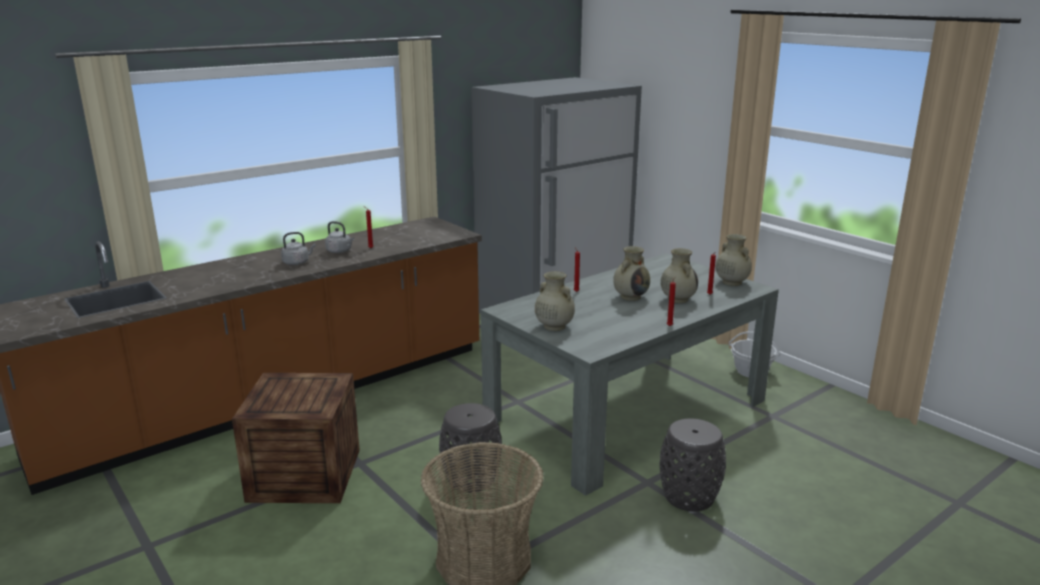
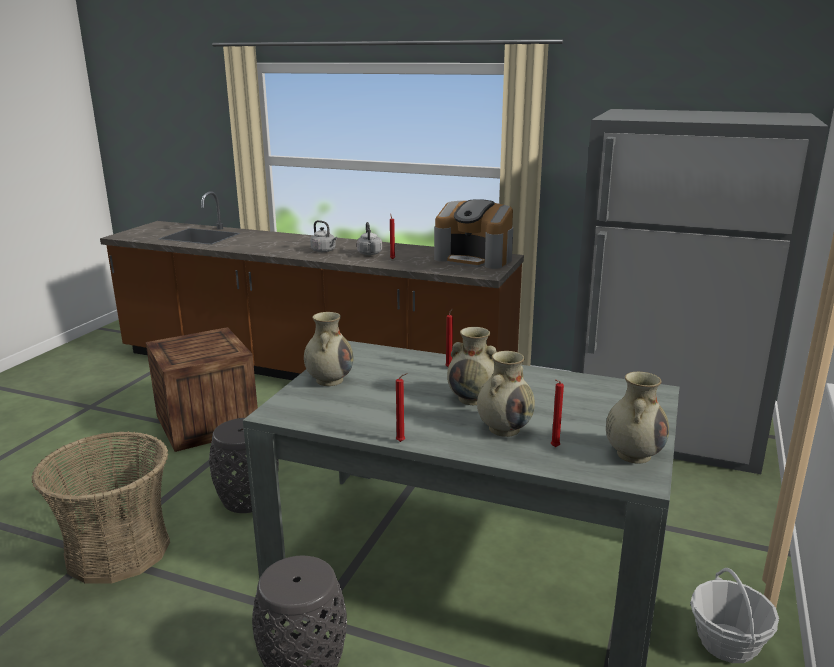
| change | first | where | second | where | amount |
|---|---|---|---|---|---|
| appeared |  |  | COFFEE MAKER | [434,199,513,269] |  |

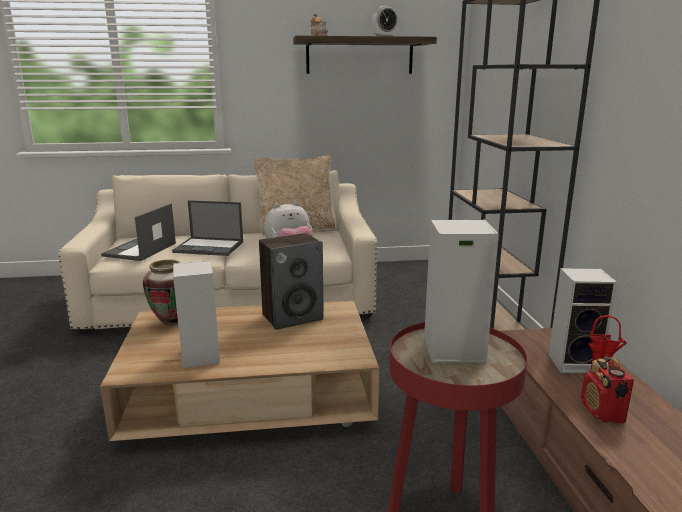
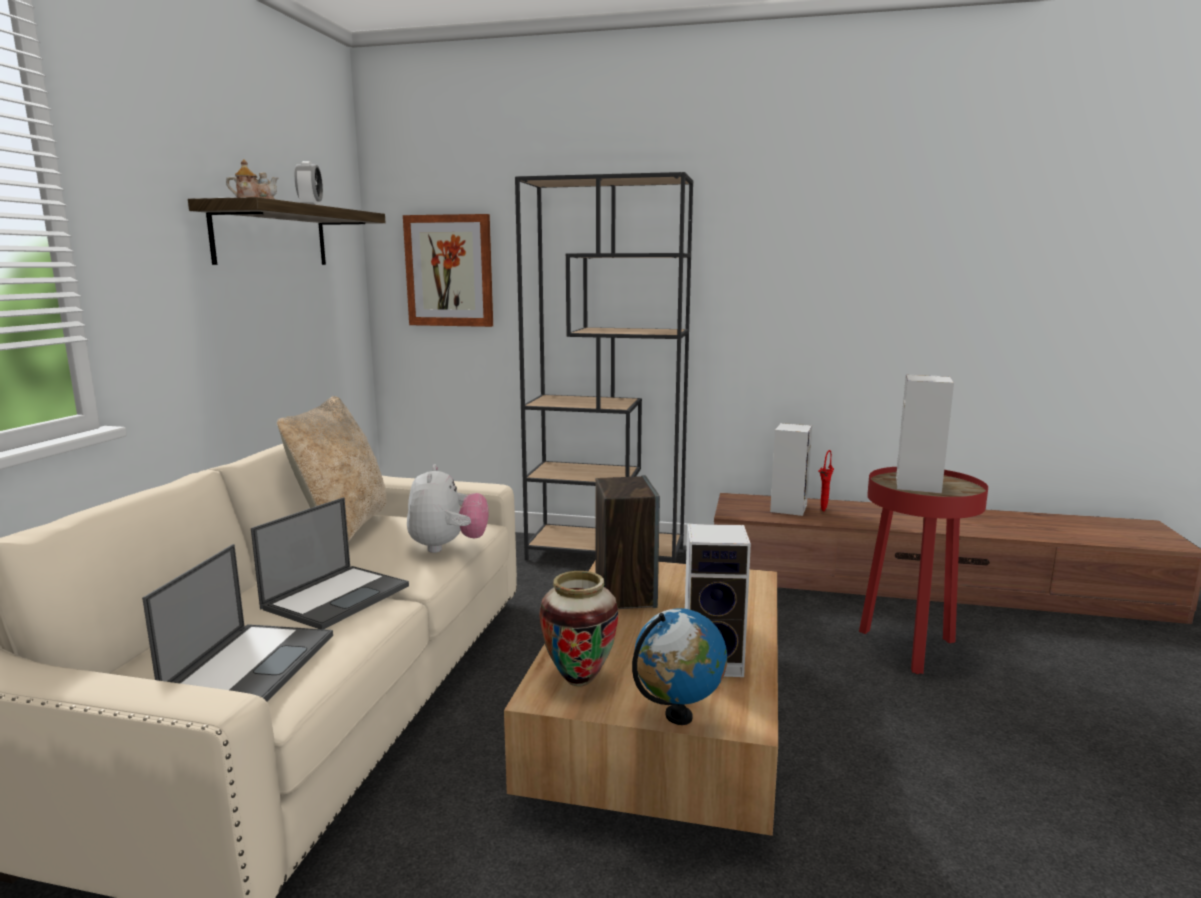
| change | first | where | second | where | amount |
|---|---|---|---|---|---|
| spun | LAPTOP | [101,203,176,261] |  | [142,544,333,701] | 120 degrees counterclockwise |
| missing | RADIO RECEIVER | [581,357,634,423] |  |  |  |
| appeared |  |  | WALL PICTURE | [403,214,493,327] |  |
| appeared |  |  | GLOBE | [632,608,727,725] |  |

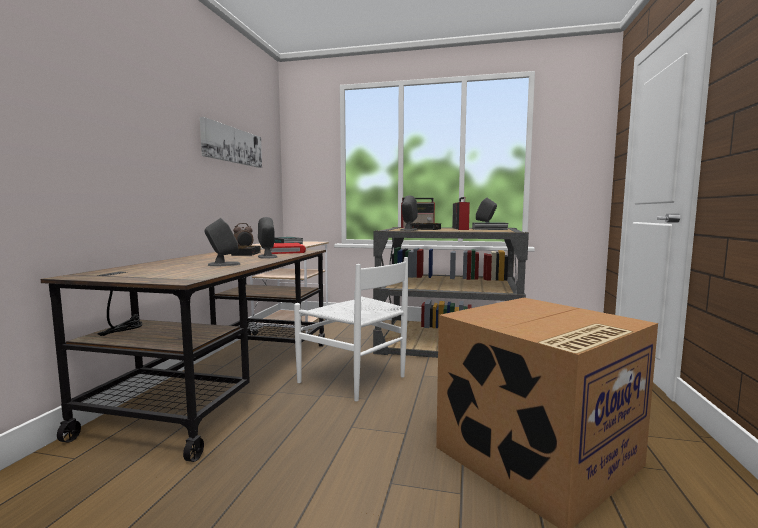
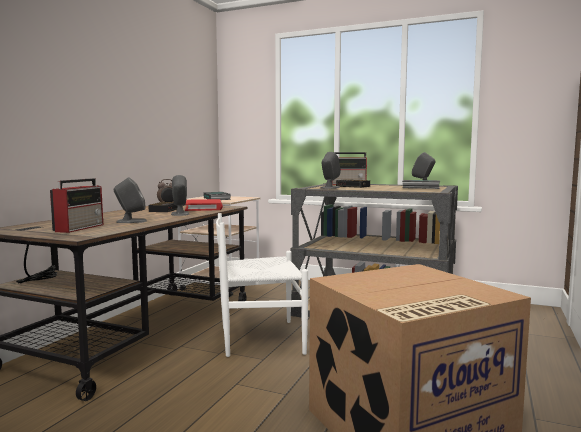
| change | first | where | second | where | amount |
|---|---|---|---|---|---|
| missing | WALL PICTURE | [200,117,262,168] |  |  |  |
| relocated | RADIO RECEIVER | [452,197,470,230] |  | [50,178,103,233] |  |
| spun | WHITISH PLAIN CHAIR | [294,257,408,402] |  | [216,213,308,357] | 120 degrees clockwise |

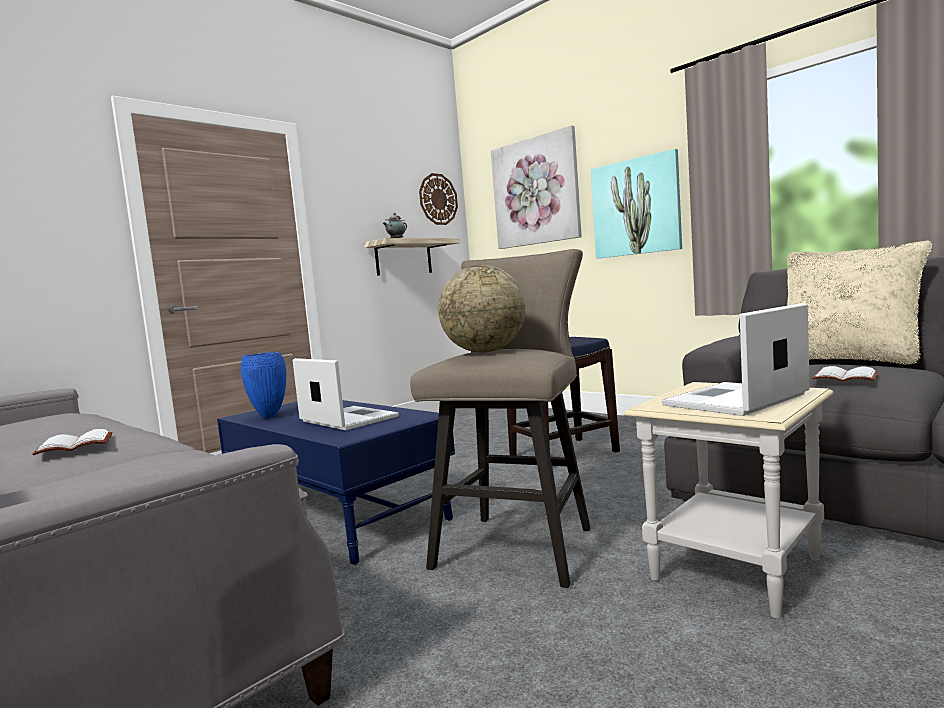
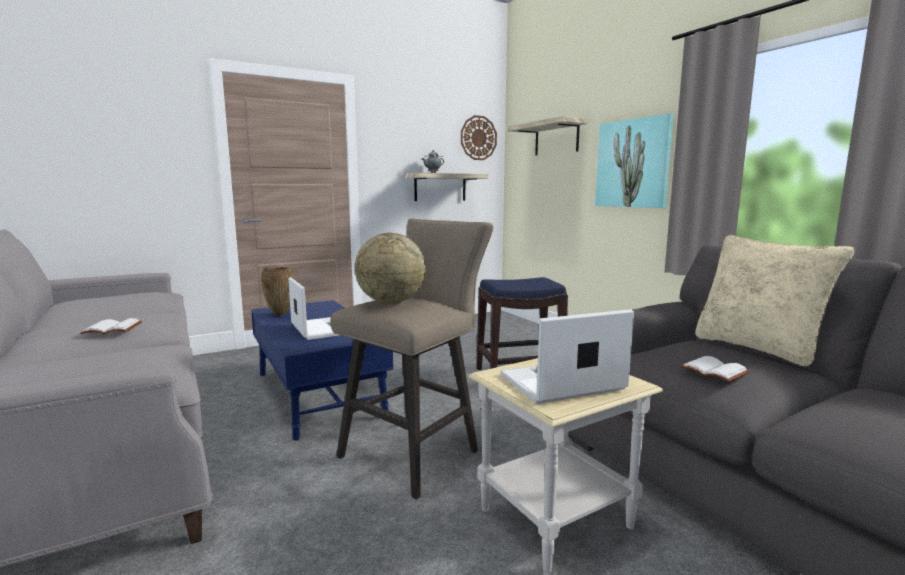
| change | first | where | second | where | amount |
|---|---|---|---|---|---|
| exchanged | WALL PICTURE | [491,125,582,249] | BRACKET SHELF | [507,116,588,155] |  |
| colour | BLUE VASE | [241,352,286,419] | BROWN VASE | [261,266,295,316] |  |

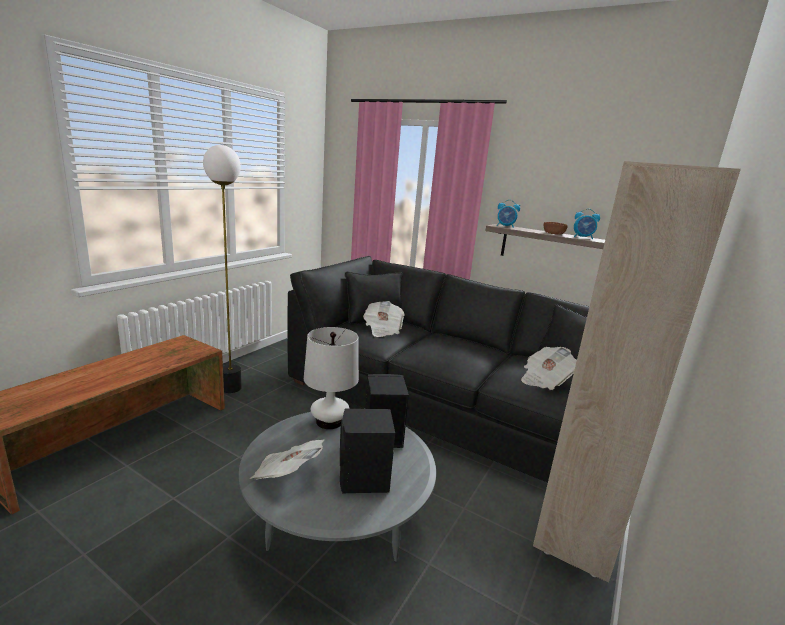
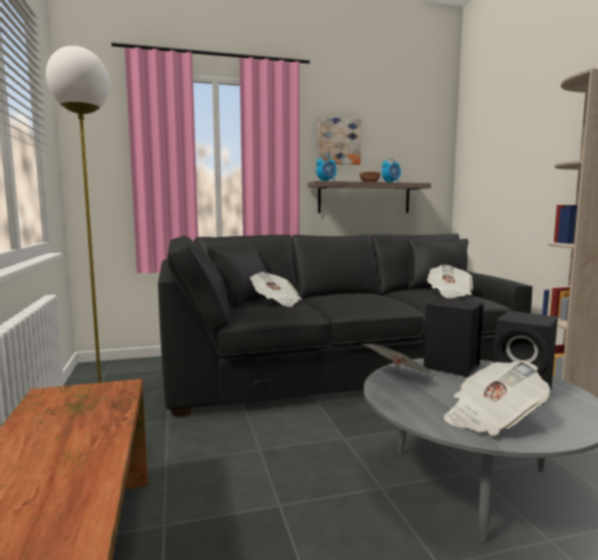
| change | first | where | second | where | amount |
|---|---|---|---|---|---|
| exchanged | WHITISH LAMP FOR A TABLE | [304,327,359,429] | NEWSPAPER | [361,344,431,373] |  |
| appeared |  |  | WALL PICTURE | [318,117,361,165] |  |

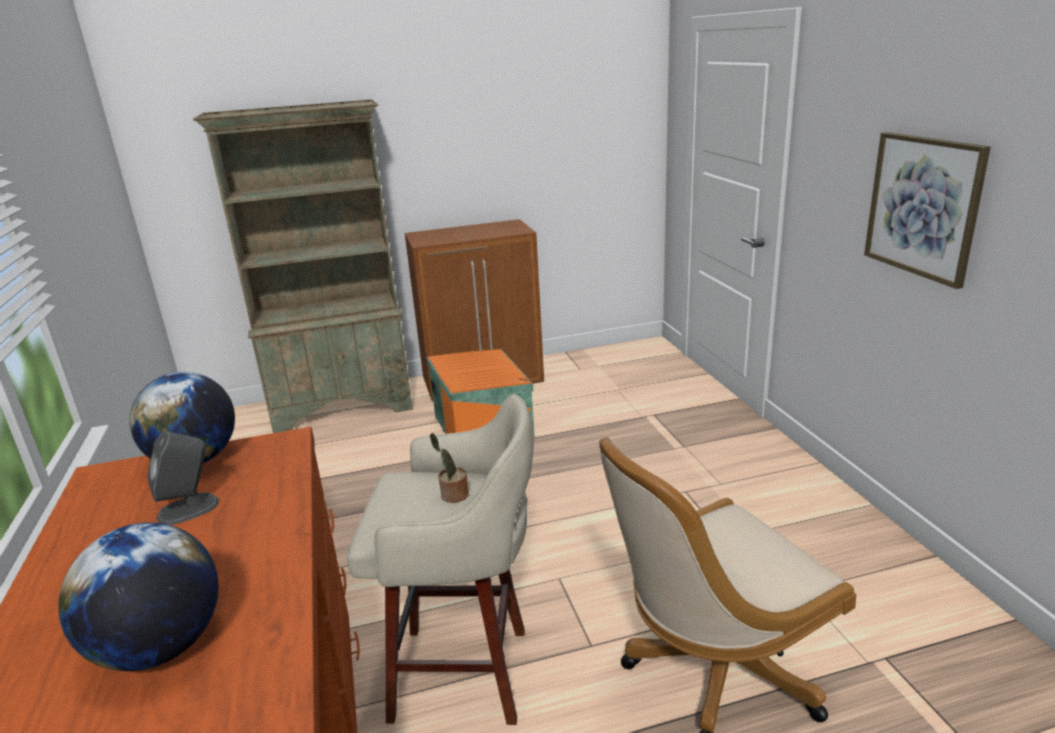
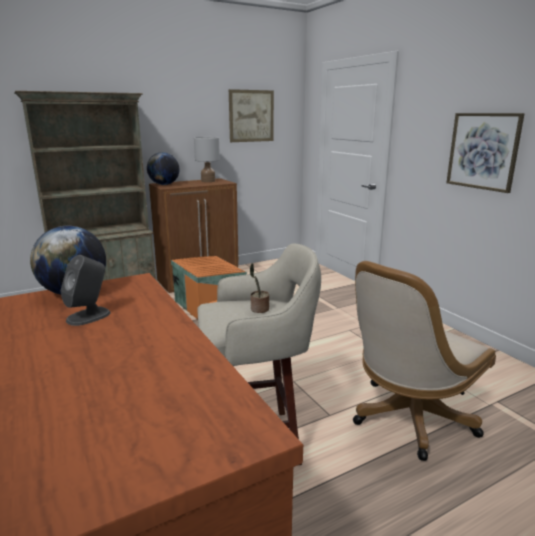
| change | first | where | second | where | amount |
|---|---|---|---|---|---|
| relocated | GLOBE | [58,523,219,671] |  | [147,152,179,185] |  |
| appeared |  |  | WALL PICTURE | [229,89,274,142] |  |
| appeared |  |  | GREYISH LAMP FOR A TABLE | [194,137,220,182] |  |

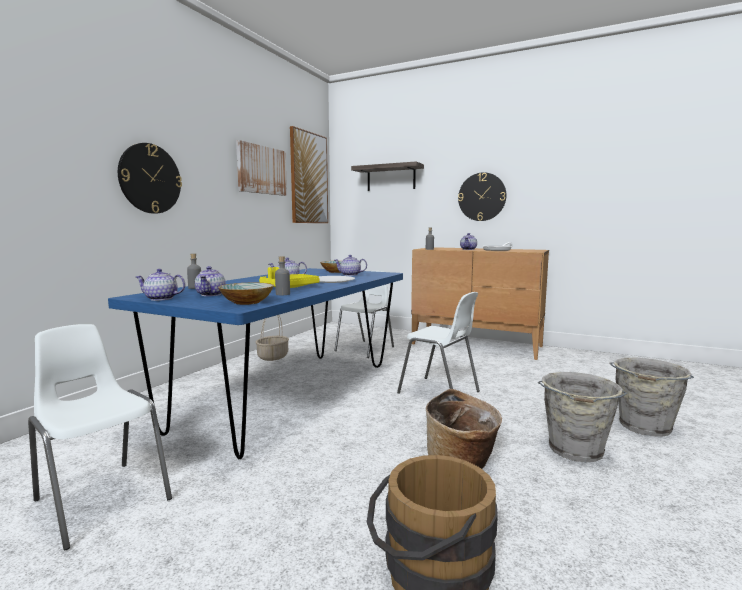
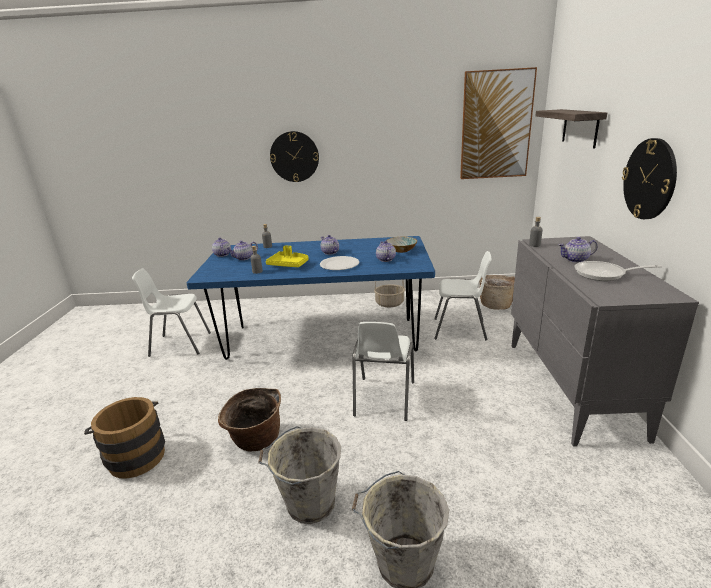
| change | first | where | second | where | amount |
|---|---|---|---|---|---|
| missing | WALL PICTURE | [236,140,287,196] |  |  |  |
| colour | BROWN CUPBOARD | [411,247,549,360] | GREYISH CUPBOARD | [511,236,699,447] |  |
| missing | DEEP DISH | [218,283,274,305] |  |  |  |
| spun | WHITISH PLAIN CHAIR | [28,324,172,550] |  | [132,268,211,357] | 105 degrees counterclockwise |
| appeared |  |  | STORAGE BASKET | [479,275,515,310] |  |

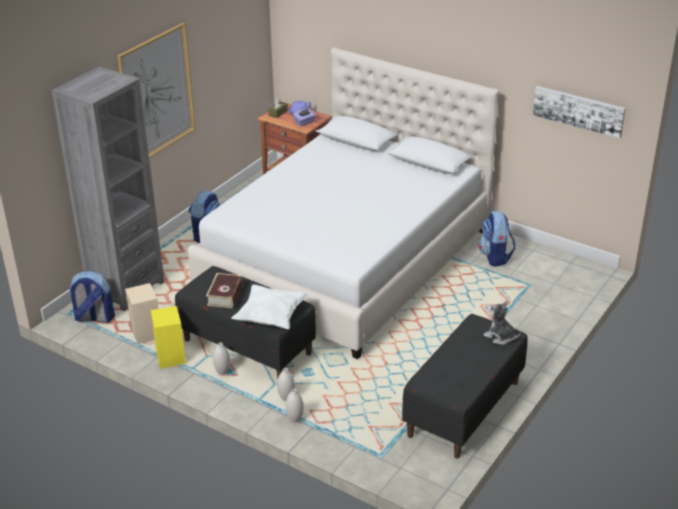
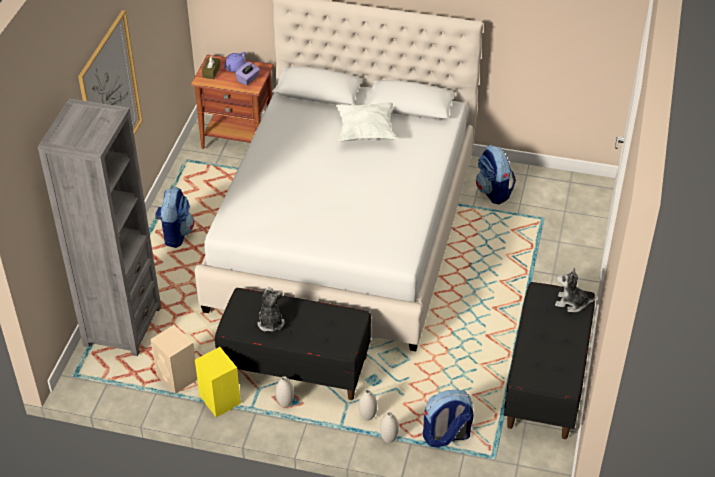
| change | first | where | second | where | amount |
|---|---|---|---|---|---|
| missing | WALL PICTURE | [533,86,626,138] |  |  |  |
| relocated | KNAPSACK | [68,271,115,323] |  | [423,390,473,447] |  |
| exchanged | BOOK | [206,273,243,308] | SOFT TOY | [257,287,285,332] |  |
| relocated | WHITISH CUSHION | [231,285,308,330] |  | [336,102,397,141] |  |

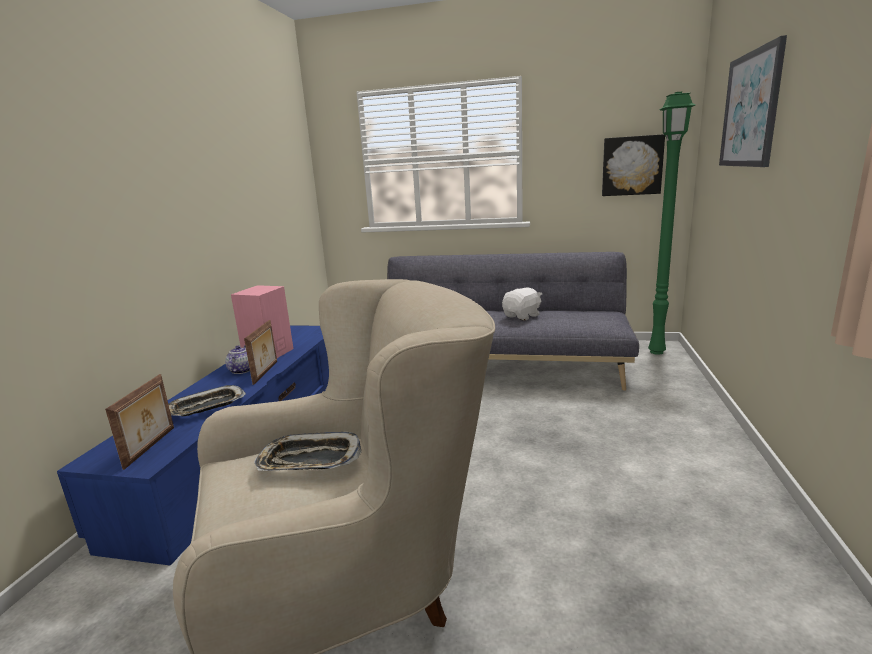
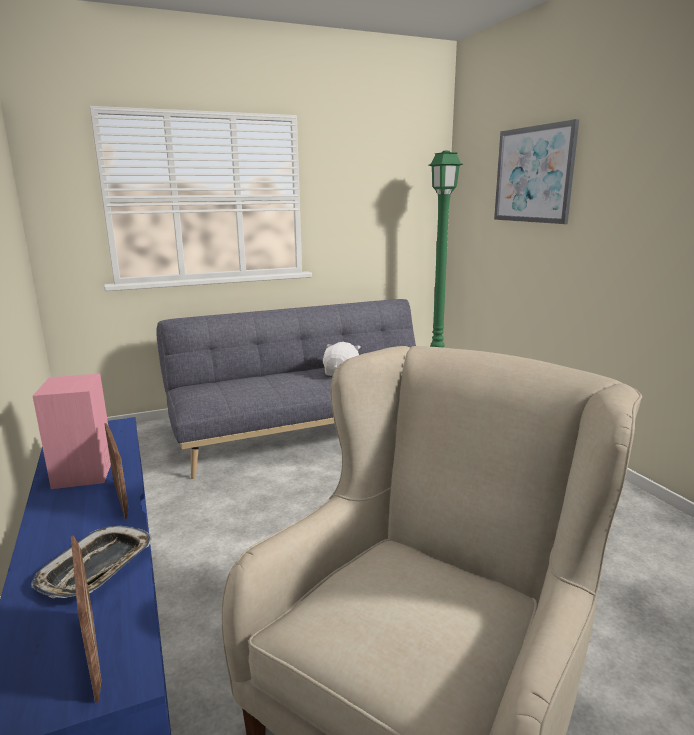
| change | first | where | second | where | amount |
|---|---|---|---|---|---|
| missing | WALL PICTURE | [602,134,665,196] |  |  |  |
| missing | TEAPOT | [225,346,250,374] |  |  |  |
| missing | CARRYING TRAY | [254,432,362,471] |  |  |  |

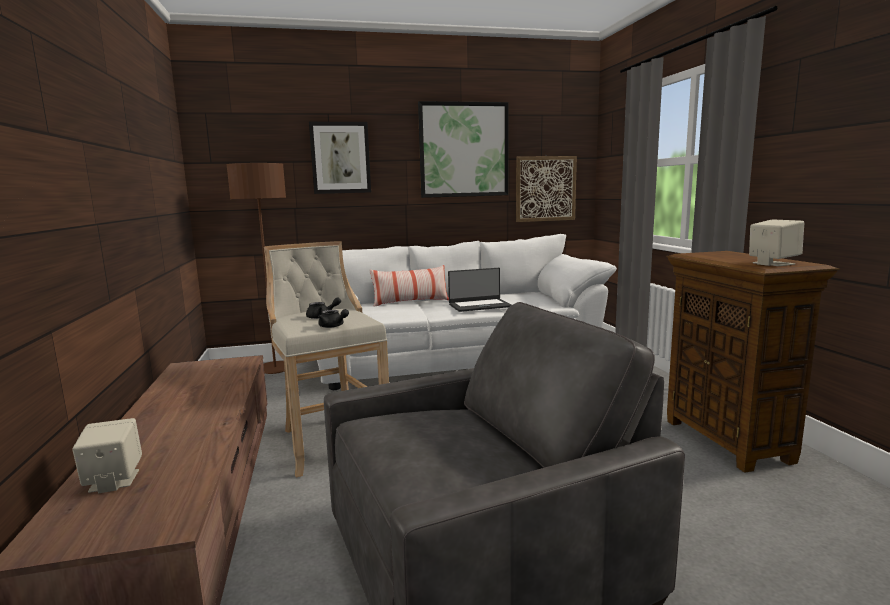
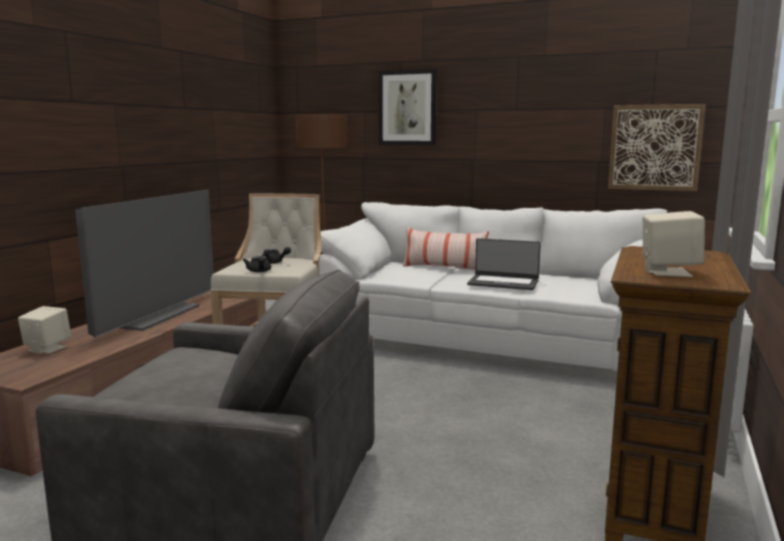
| change | first | where | second | where | amount |
|---|---|---|---|---|---|
| missing | WALL PICTURE | [418,101,508,198] |  |  |  |
| appeared |  |  | TELEVISION | [75,190,214,338] |  |

